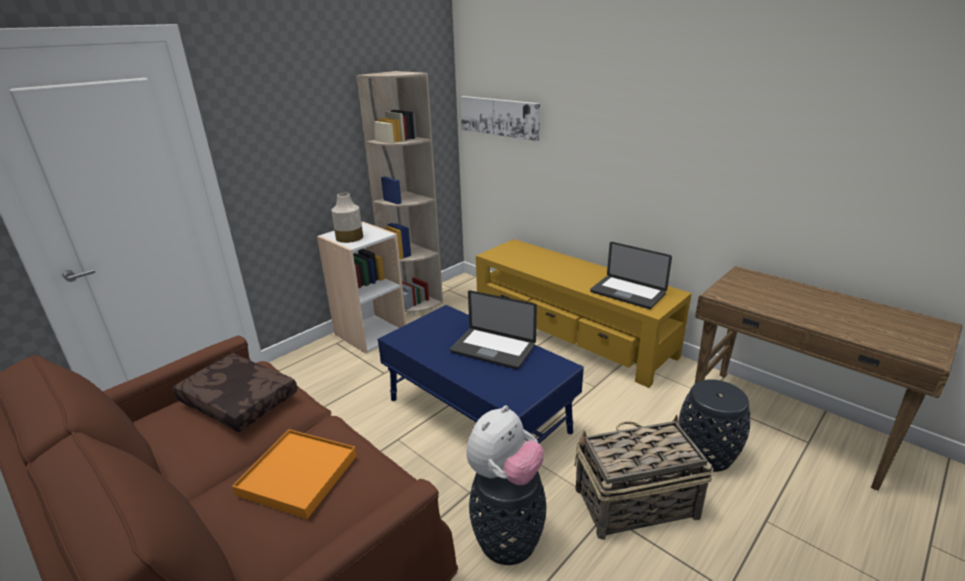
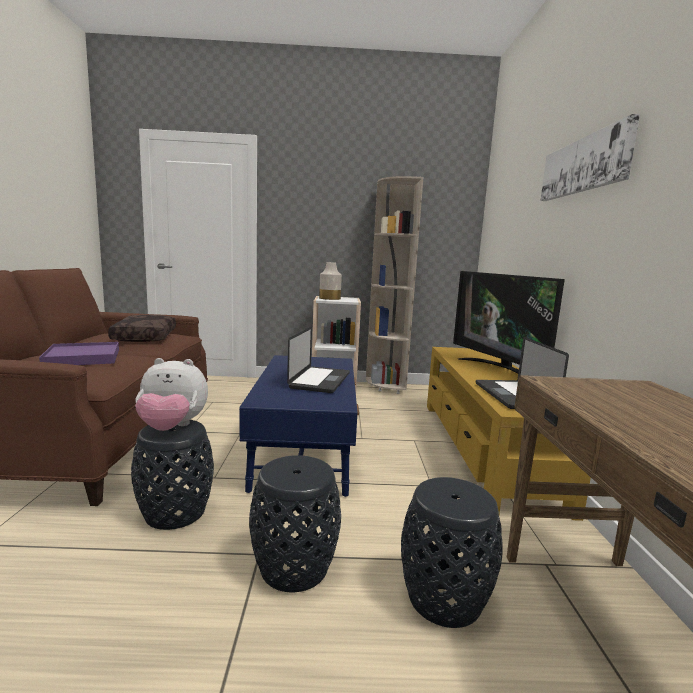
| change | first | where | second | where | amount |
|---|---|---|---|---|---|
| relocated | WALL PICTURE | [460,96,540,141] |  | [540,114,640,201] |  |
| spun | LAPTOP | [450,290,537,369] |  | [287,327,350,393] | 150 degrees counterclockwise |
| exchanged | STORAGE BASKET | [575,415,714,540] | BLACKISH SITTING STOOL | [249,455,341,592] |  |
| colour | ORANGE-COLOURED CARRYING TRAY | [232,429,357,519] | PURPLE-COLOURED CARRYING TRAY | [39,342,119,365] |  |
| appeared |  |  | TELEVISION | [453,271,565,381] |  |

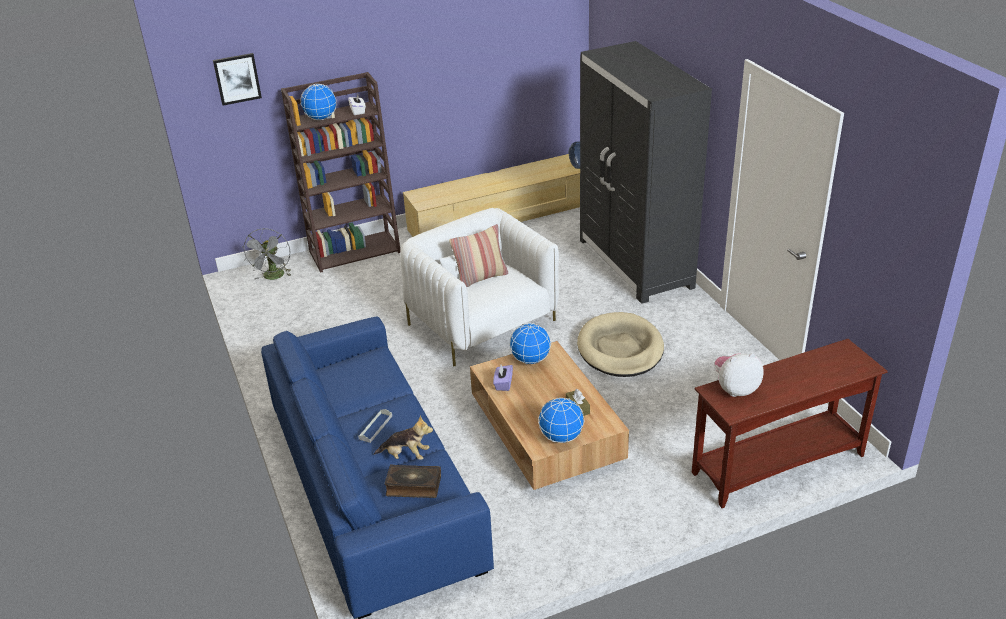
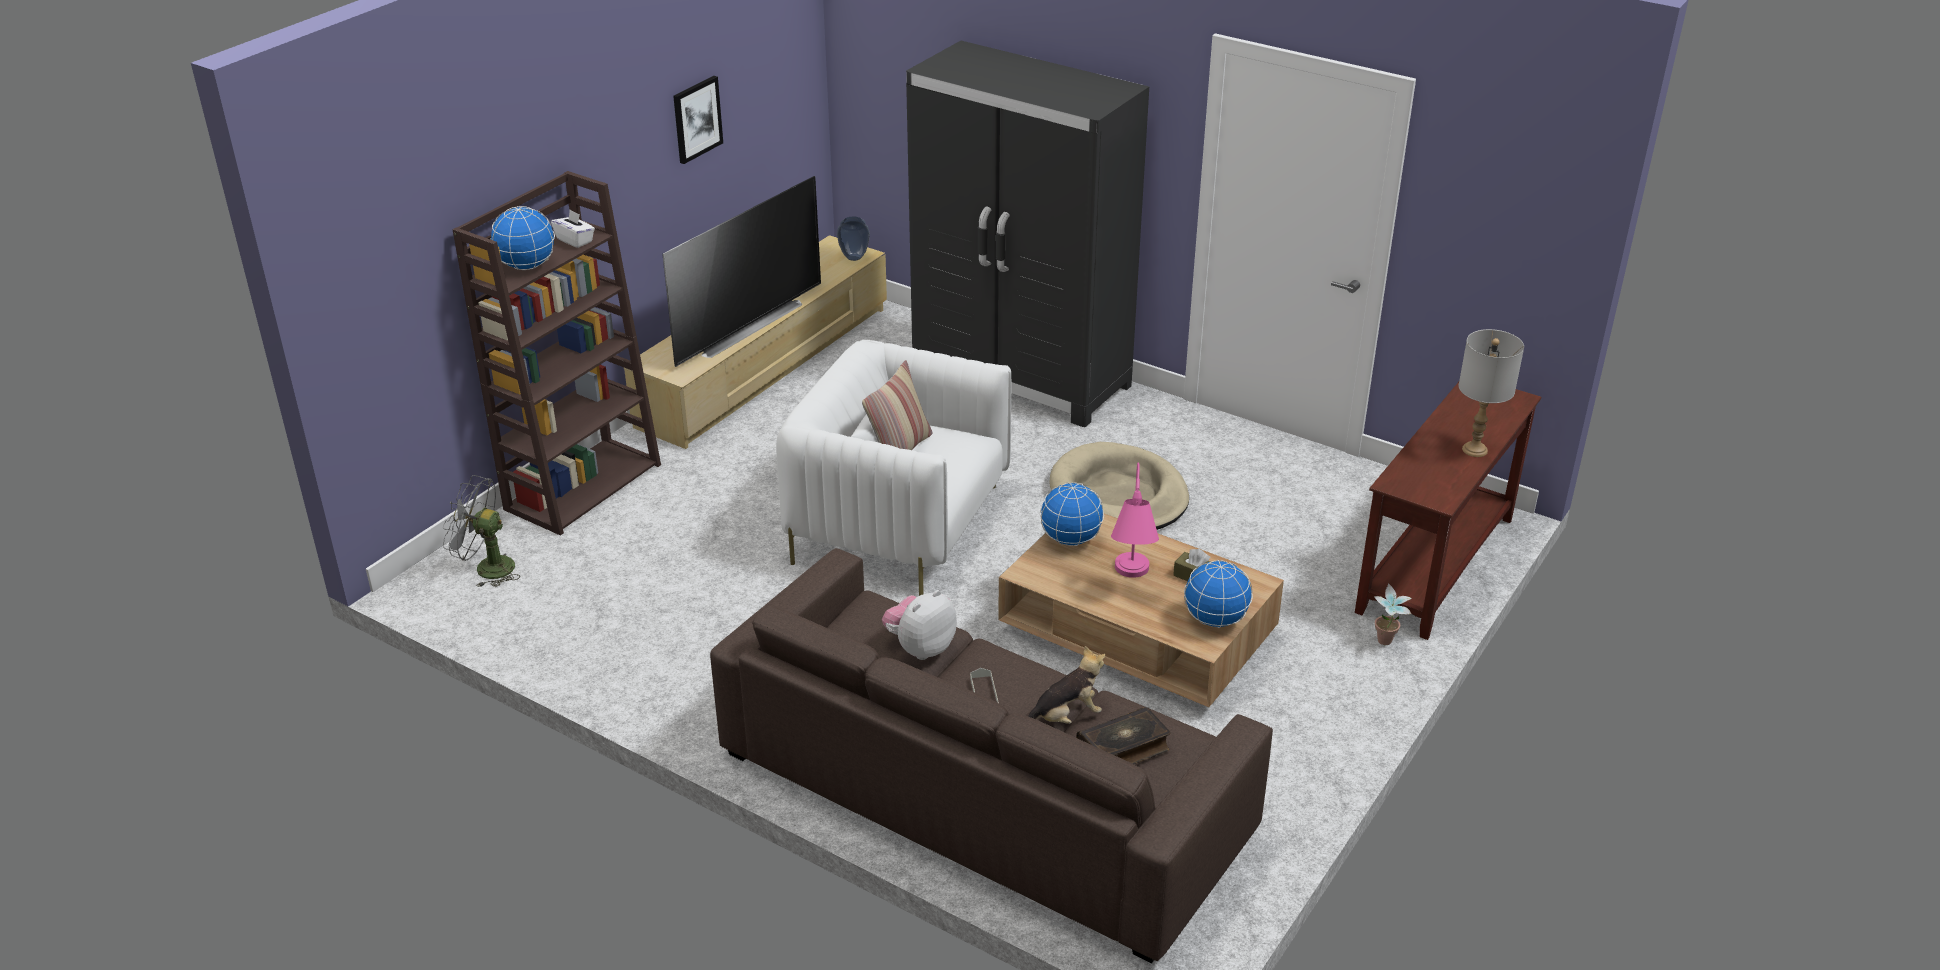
| change | first | where | second | where | amount |
|---|---|---|---|---|---|
| relocated | WALL PICTURE | [213,53,262,105] |  | [673,76,723,164] |  |
| spun | GREYISH FAN | [243,228,291,280] |  | [443,475,520,587] | 135 degrees clockwise |
| colour | BLUE COUCH | [261,317,494,619] | BROWN COUCH | [710,548,1273,963] |  |
| relocated | SOFT TOY | [715,353,764,397] |  | [882,590,957,660] |  |
| missing | PURPLE-COLOURED BOX OF TISSUES | [493,365,513,391] |  |  |  |
| appeared |  |  | TELEVISION | [662,176,821,367] |  |
| appeared |  |  | GREYISH LAMP FOR A TABLE | [1459,329,1524,457] |  |
| appeared |  |  | PINKISH LAMP FOR A TABLE | [1111,462,1159,578] |  |
| appeared |  |  | PLANT IN A POT | [1374,583,1412,645] |  |

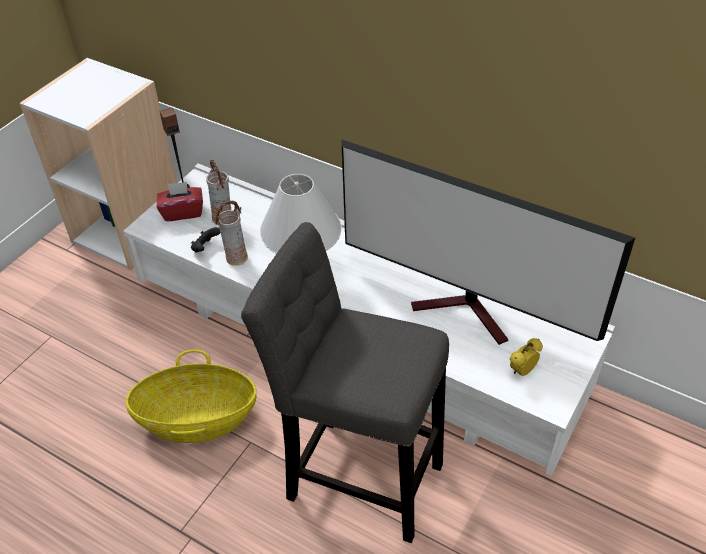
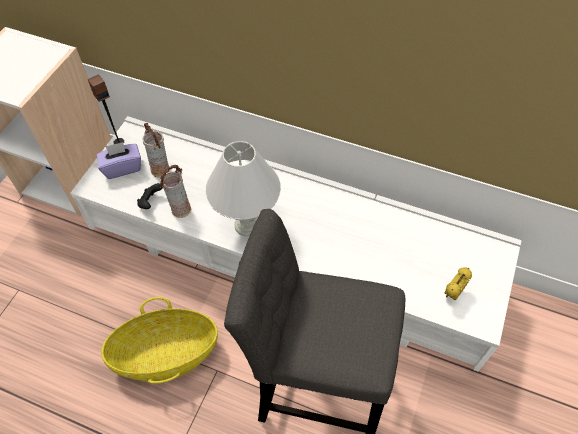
| change | first | where | second | where | amount |
|---|---|---|---|---|---|
| missing | TELEVISION | [341,139,635,345] |  |  |  |
| colour | REDDISH BOX OF TISSUES | [156,182,203,222] | PURPLE-COLOURED BOX OF TISSUES | [96,142,141,179] |  |

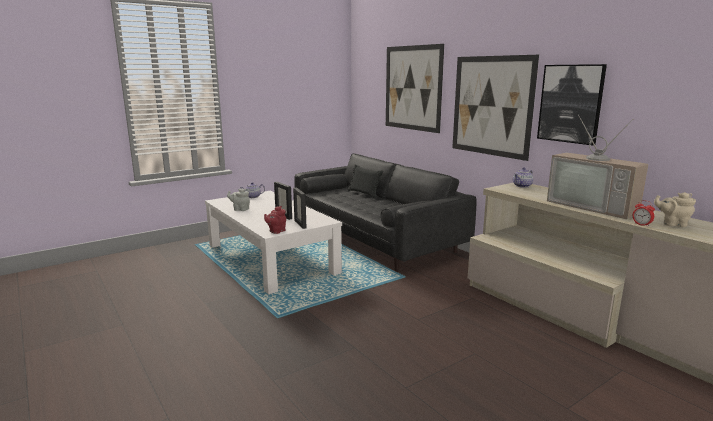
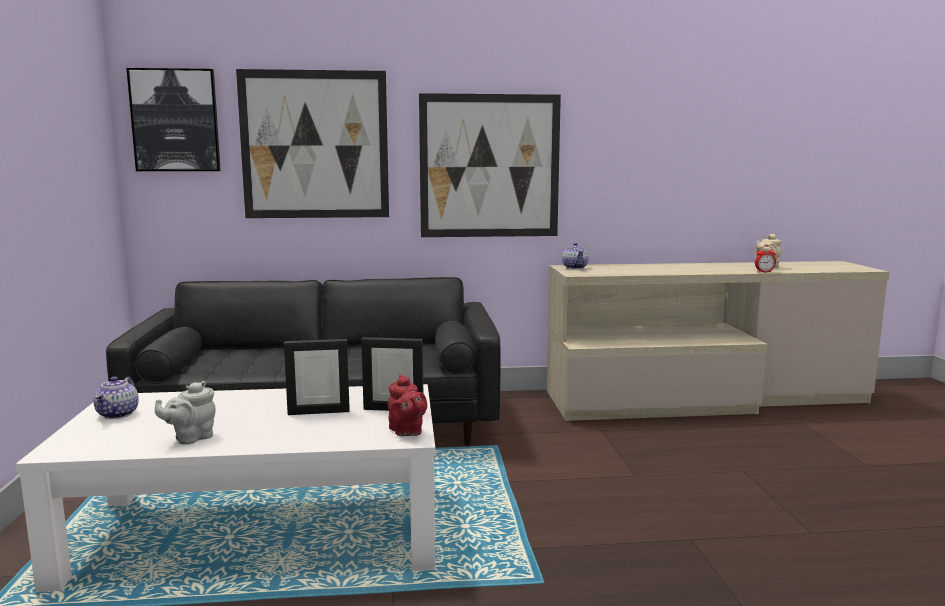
| change | first | where | second | where | amount |
|---|---|---|---|---|---|
| relocated | WALL PICTURE | [537,64,607,146] |  | [126,68,221,171] |  |
| missing | TELEVISION | [547,115,648,219] |  |  |  |
| missing | BLACKISH CUSHION | [347,164,383,199] |  |  |  |

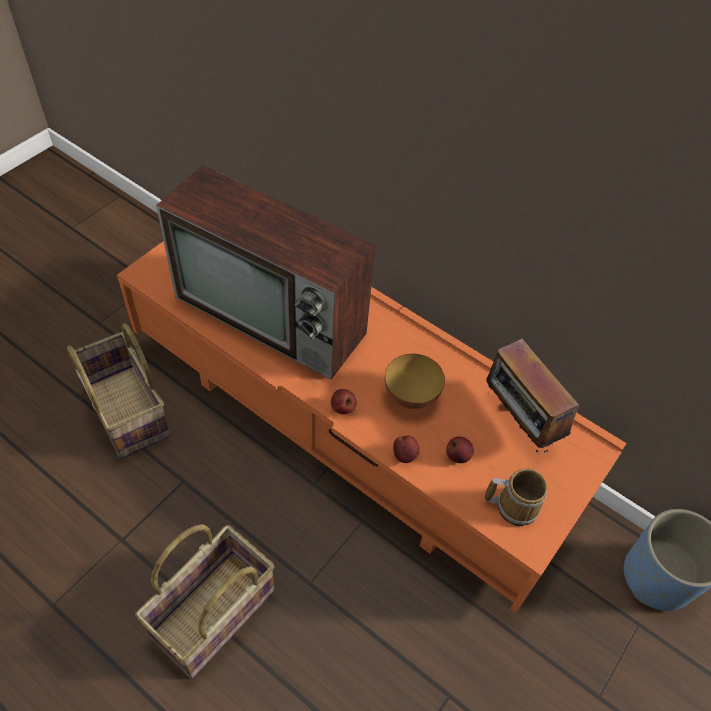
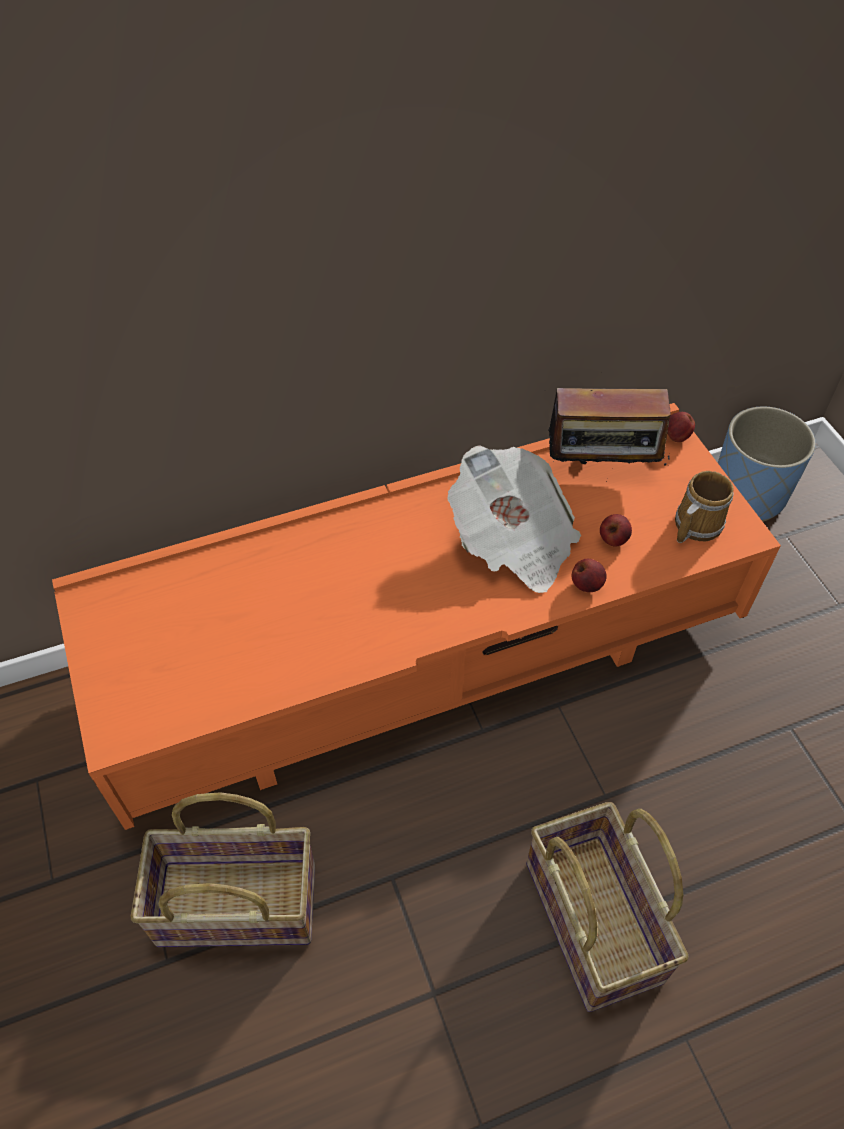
| change | first | where | second | where | amount |
|---|---|---|---|---|---|
| missing | TELEVISION | [156,165,375,379] |  |  |  |
| exchanged | DEEP DISH | [385,354,445,409] | NEWSPAPER | [448,445,581,593] |  |
| relocated | APPLE FRUIT | [331,389,356,414] |  | [667,412,695,442] |  |

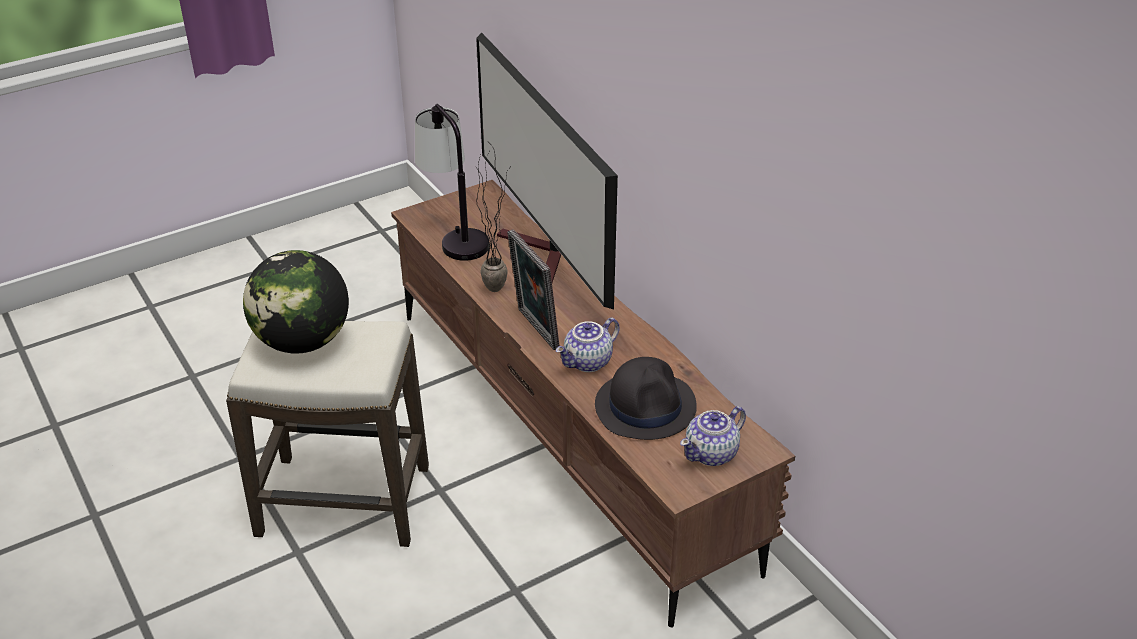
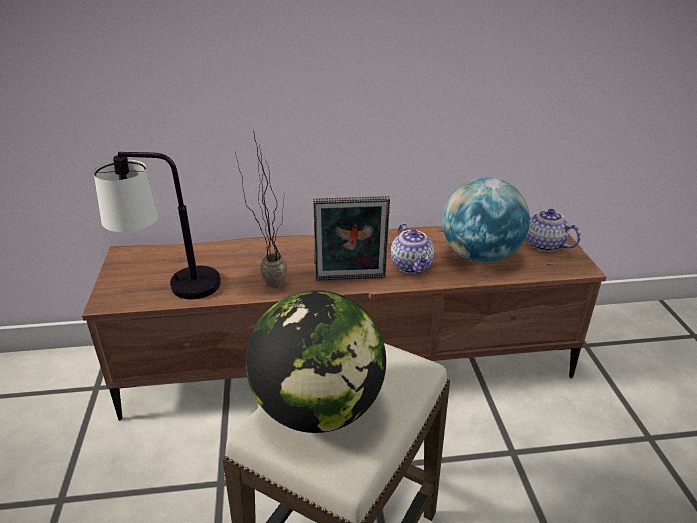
| change | first | where | second | where | amount |
|---|---|---|---|---|---|
| missing | TELEVISION | [476,33,618,310] |  |  |  |
| exchanged | BLACKISH HAT | [595,357,697,440] | GLOBE | [442,177,530,263] |  |
| spun | TEAPOT | [680,406,746,466] |  | [526,209,581,252] | 150 degrees clockwise |

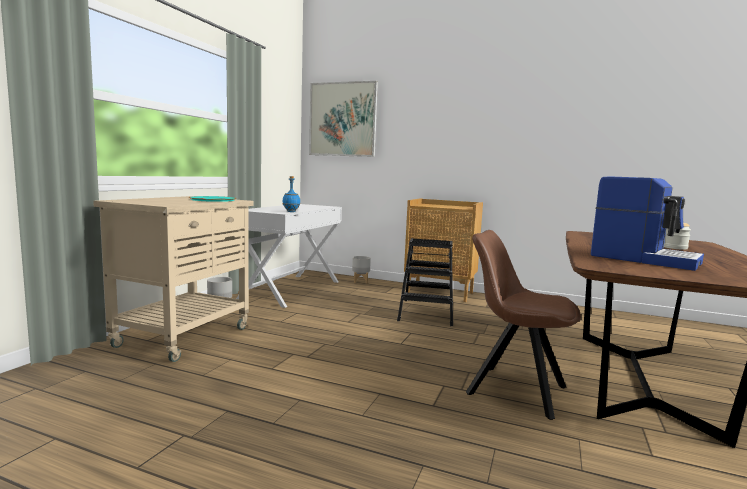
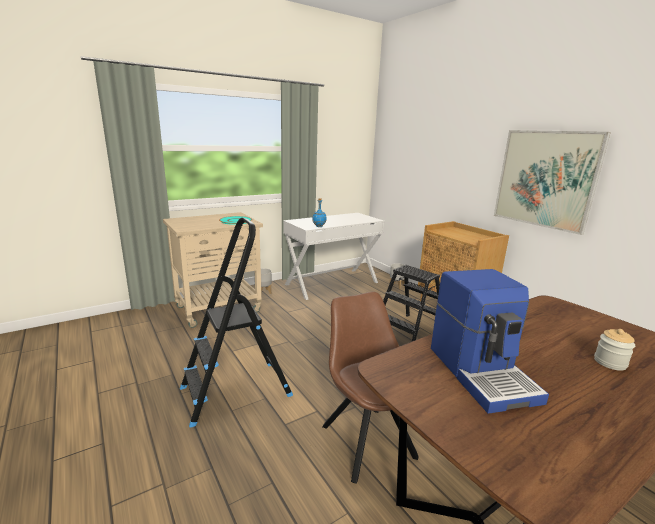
| change | first | where | second | where | amount |
|---|---|---|---|---|---|
| relocated | WALL PICTURE | [309,81,378,157] |  | [494,130,611,235] |  |
| appeared |  |  | BLACKISH STEP STOOL | [180,218,293,428] |  |

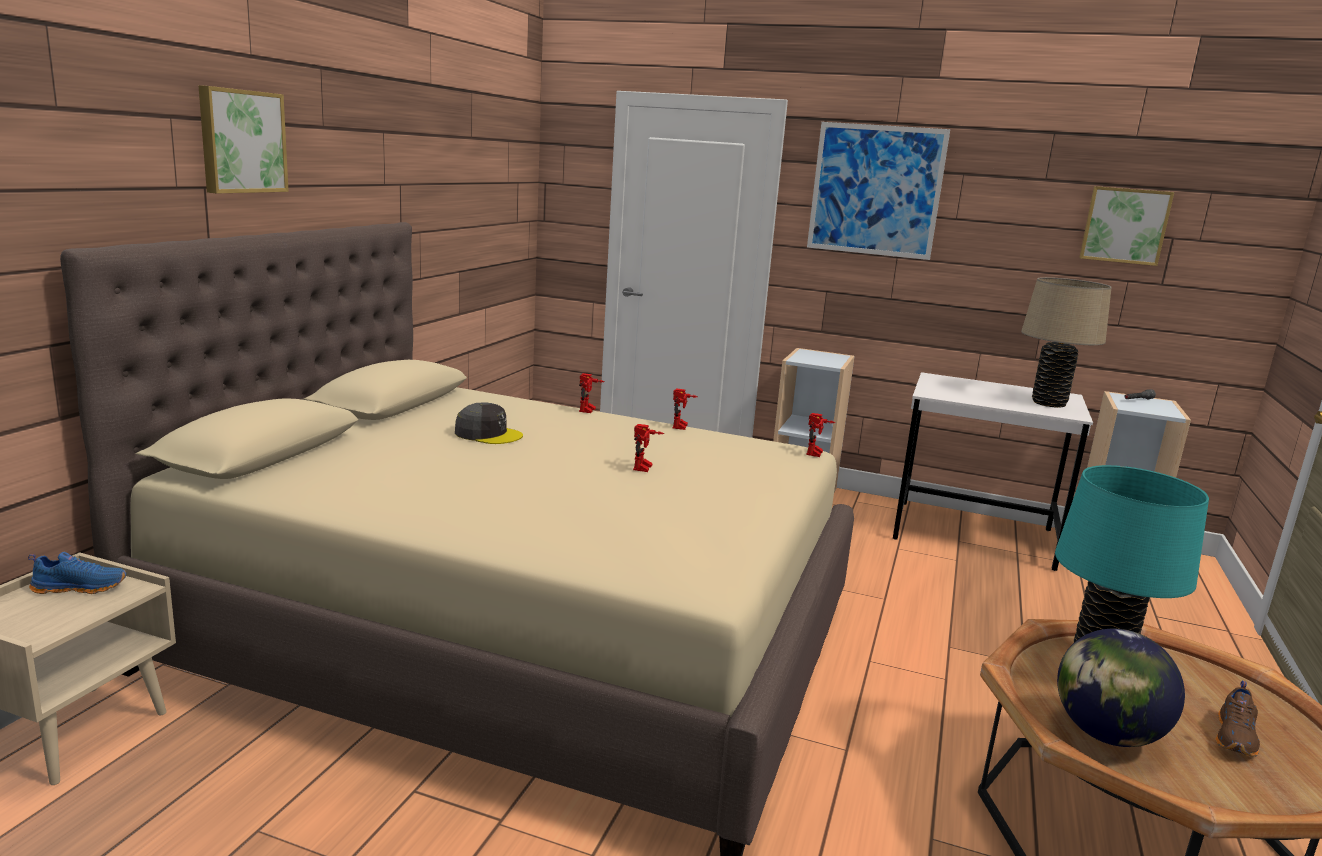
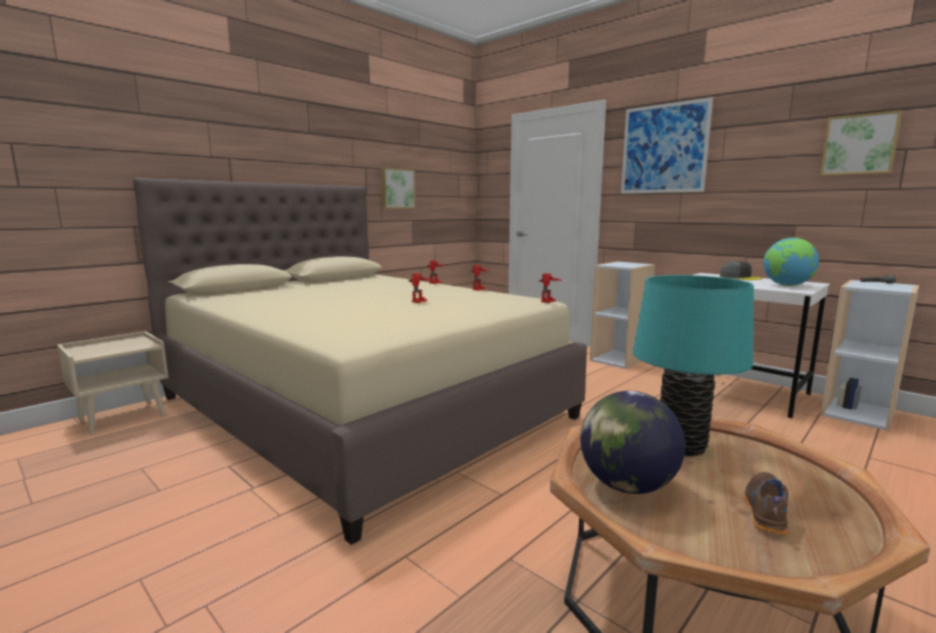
| change | first | where | second | where | amount |
|---|---|---|---|---|---|
| relocated | WALL PICTURE | [198,85,289,194] |  | [381,167,416,209] |  |
| exchanged | BEIGE-COLOURED LAMP FOR A TABLE | [1021,277,1112,408] | GLOBE | [763,238,819,286] |  |
| relocated | GREYISH PEAKED CAP | [455,403,523,444] |  | [720,261,763,280] |  |
| missing | BLUE SHOE | [28,552,126,594] |  |  |  |
| spun | BROWN SHOE | [1215,681,1260,756] |  | [744,472,788,536] | 150 degrees clockwise |

